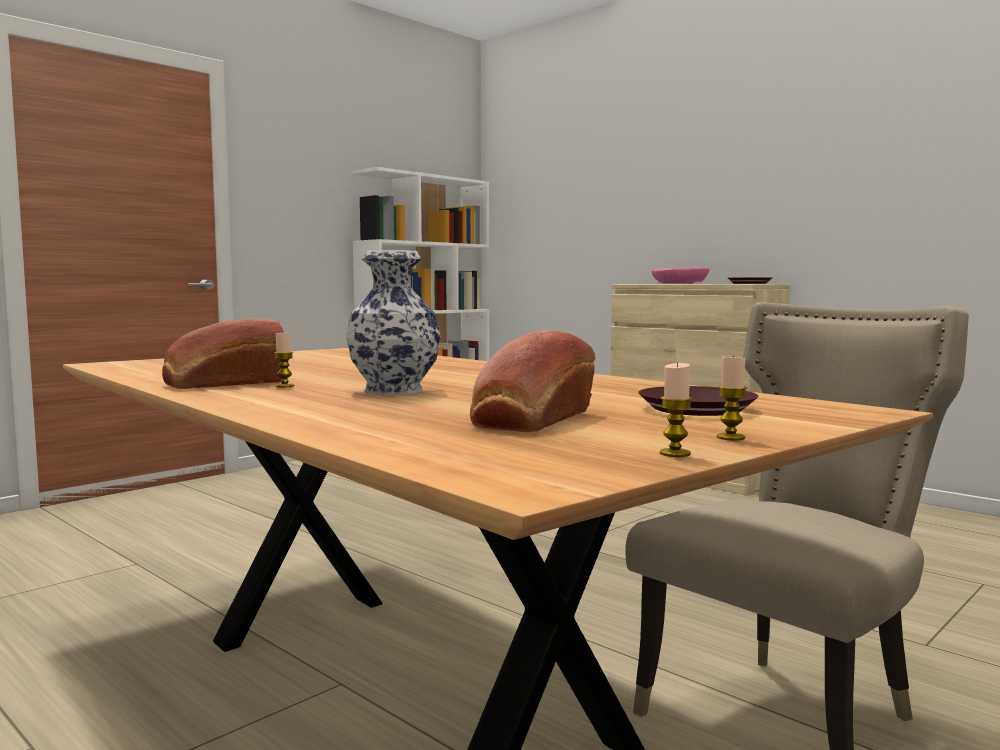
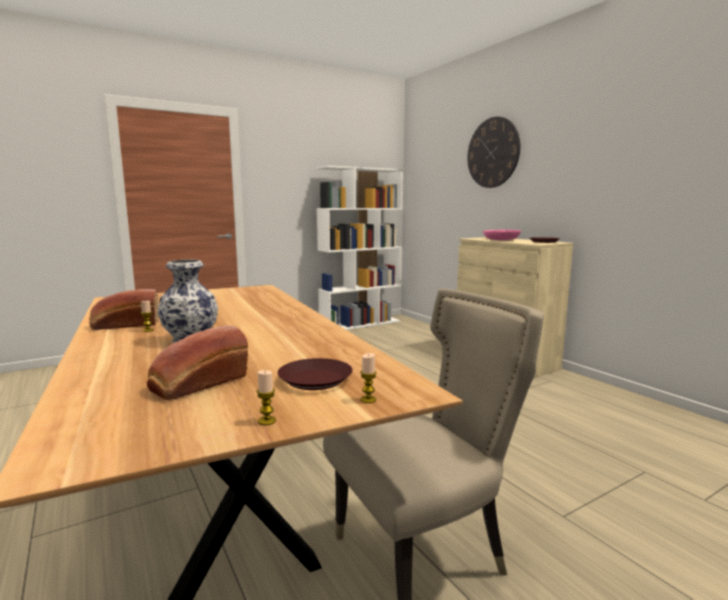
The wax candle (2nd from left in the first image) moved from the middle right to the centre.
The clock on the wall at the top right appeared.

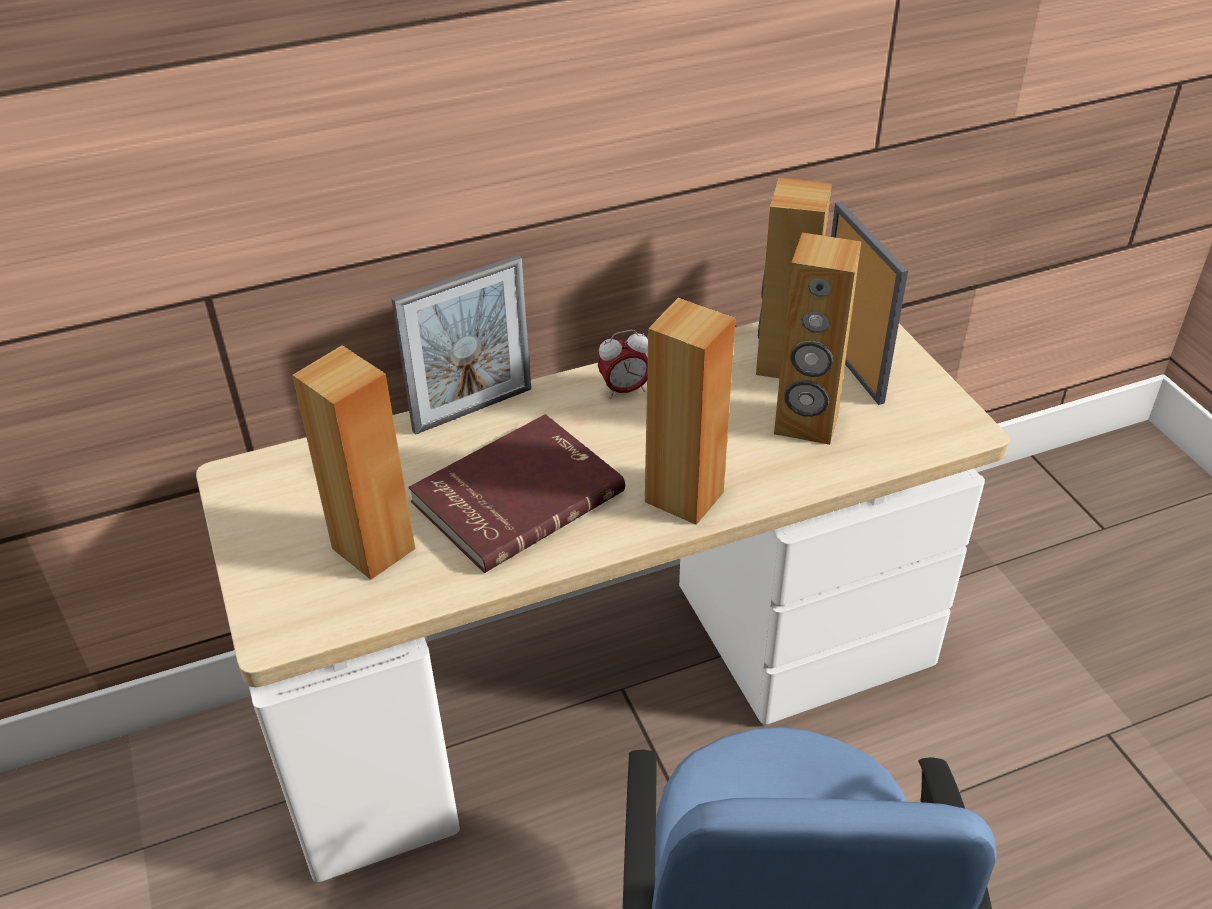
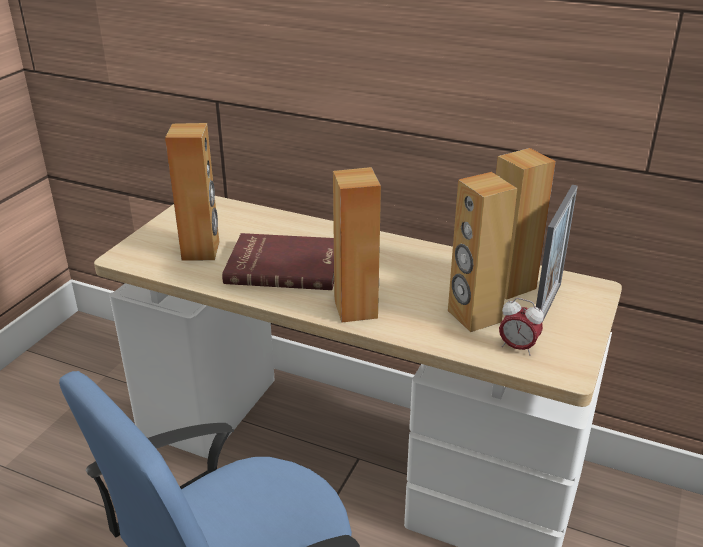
The picture frame (1st from left) at the centre disappeared.
The table clock moved from the centre to the middle right.

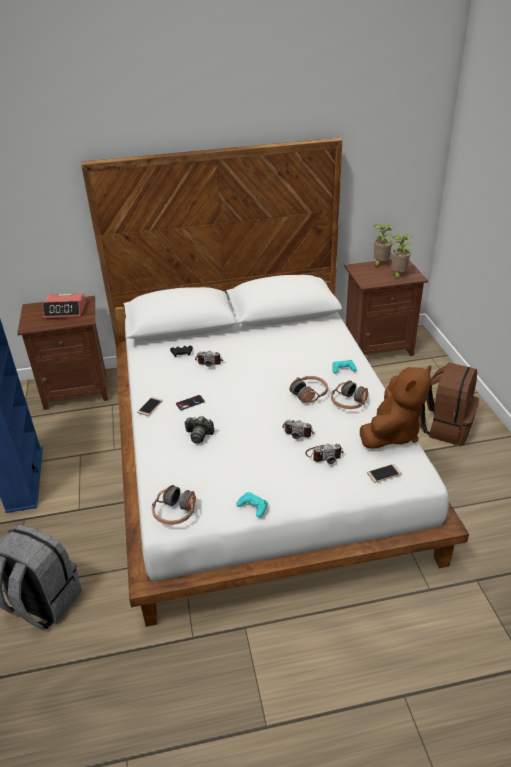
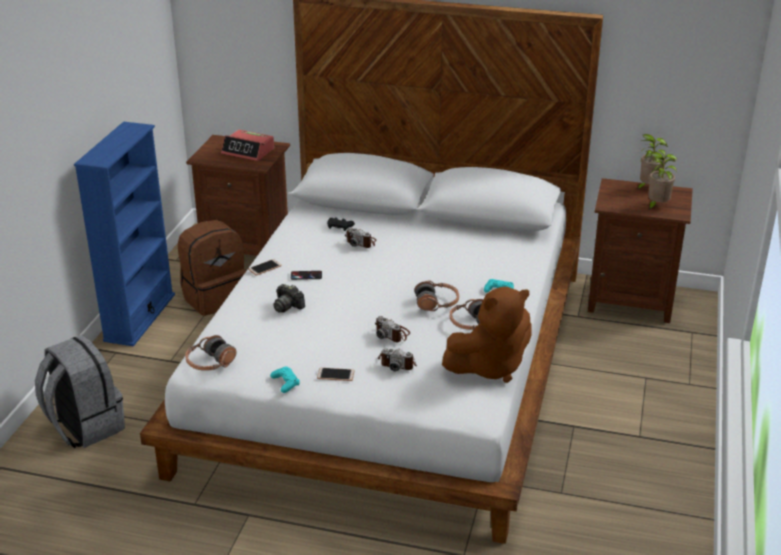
The brown-coloured backpack moved from the middle right to the middle left.
The phone (3rd from left) moved from the middle right to the bottom centre.

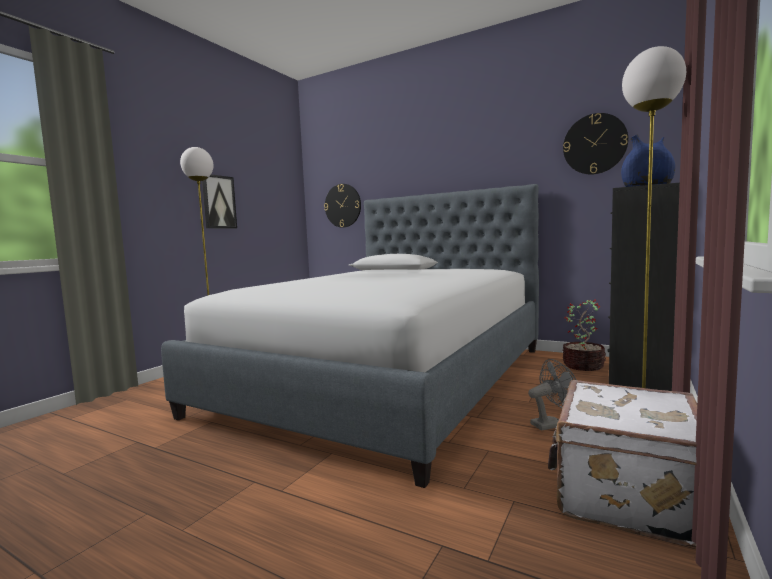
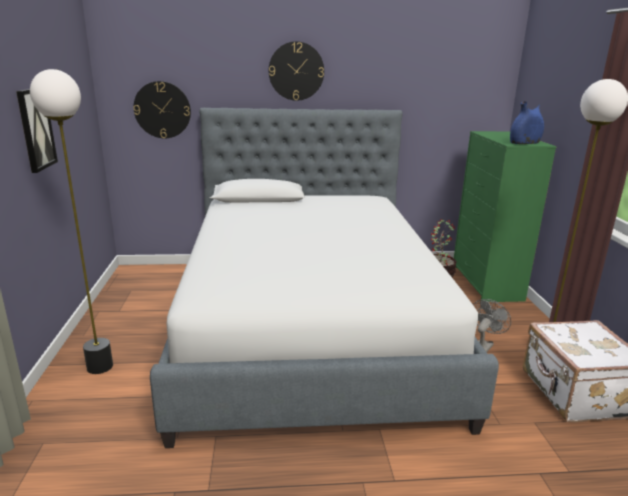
The clock on the wall (2nd from left) moved from the top right to the top centre.
The blackish chest of drawers at the middle right became the greenish chest of drawers at the middle right.

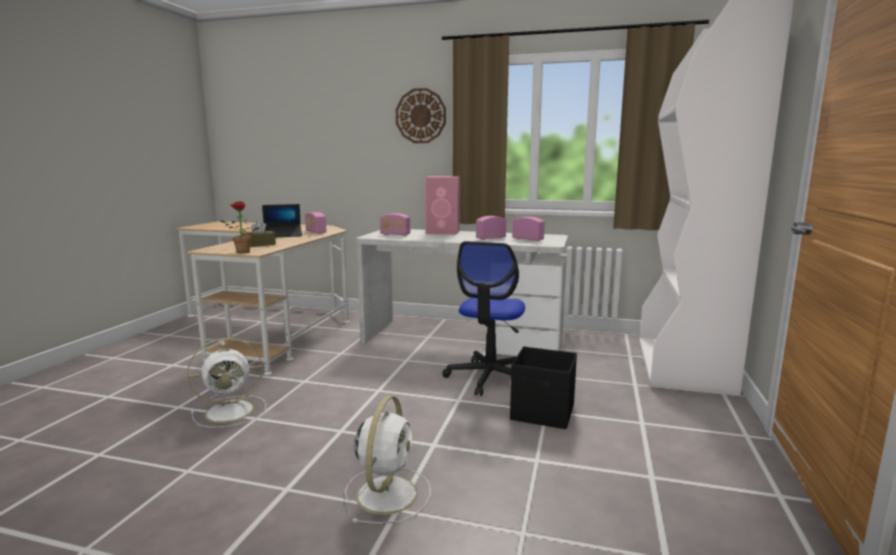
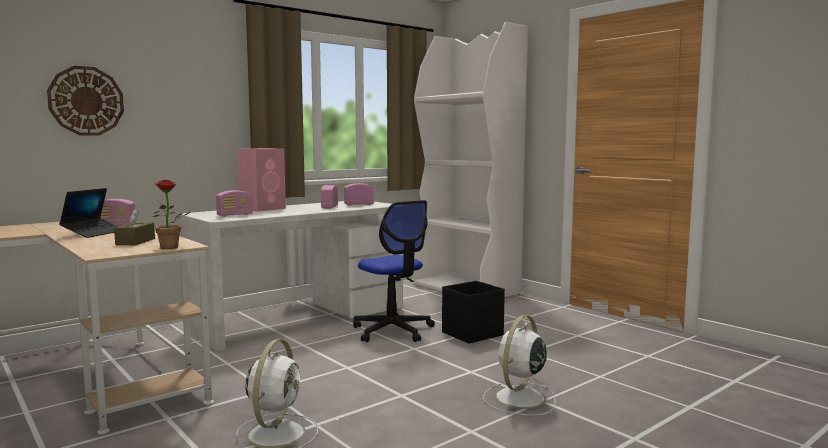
The clock on the wall moved from the top centre to the top left.
The white fan (2nd from left) at the bottom centre turned 105 degrees counterclockwise.

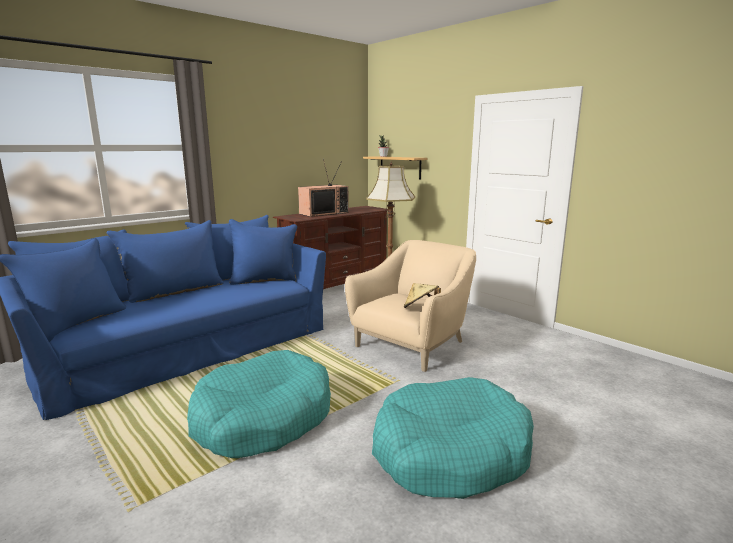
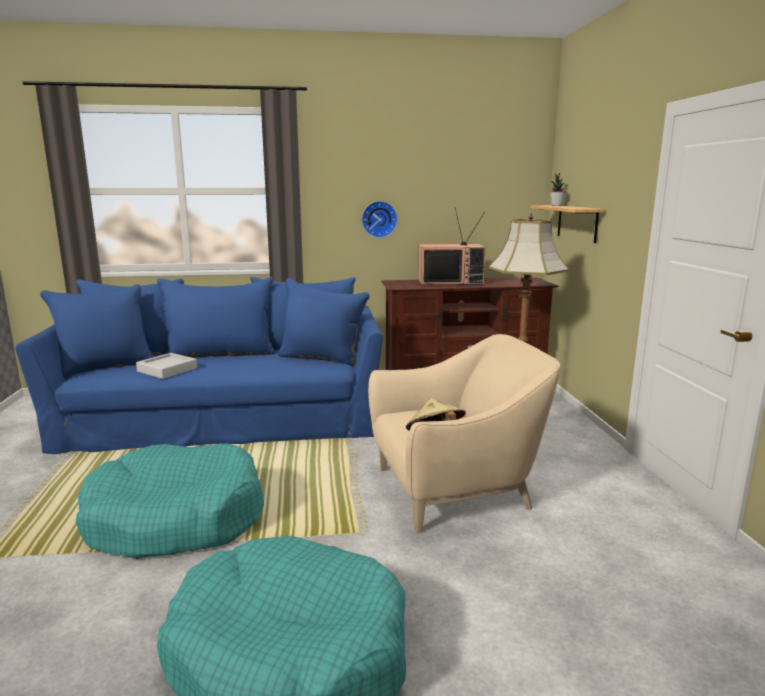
The clock on the wall at the top centre appeared.
The gray serving tray at the middle left appeared.

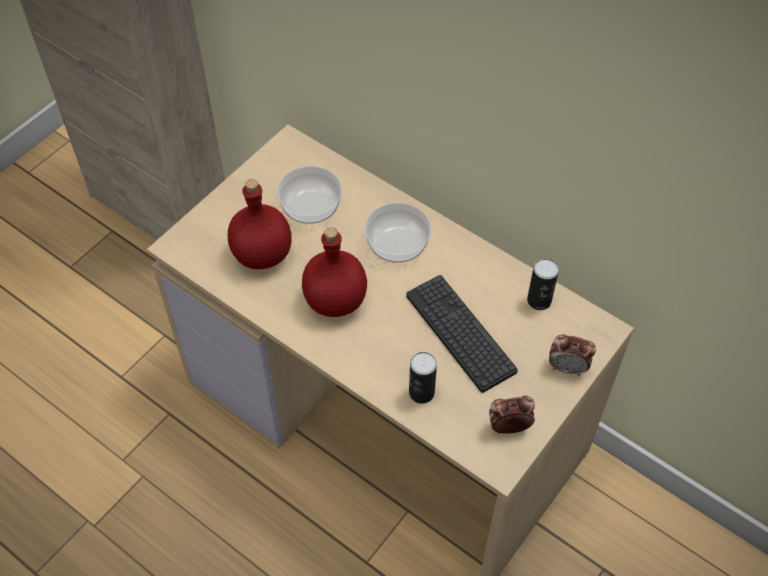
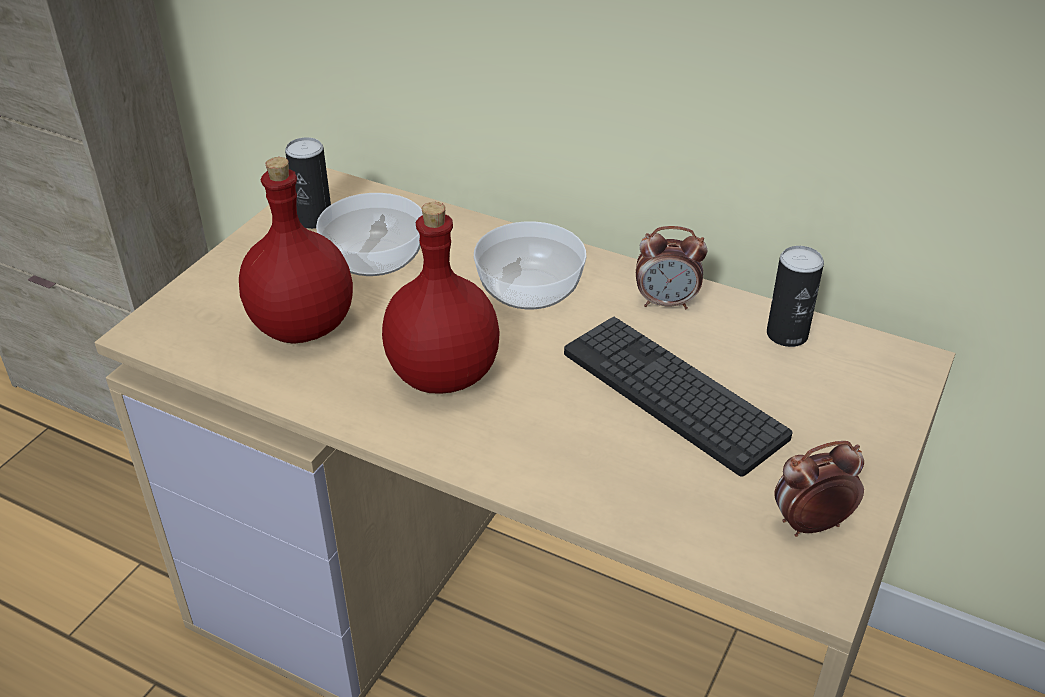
The table clock (2nd from left in the first image) moved from the middle right to the centre.
The can (1st from left) moved from the centre to the top left.

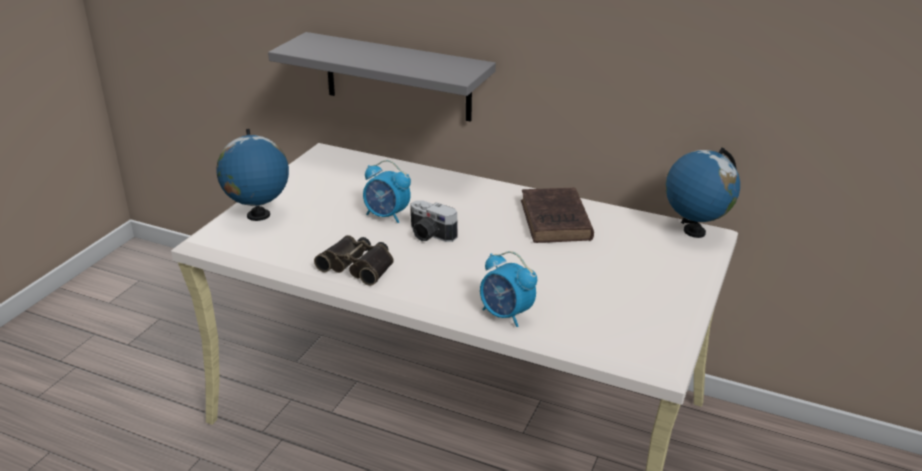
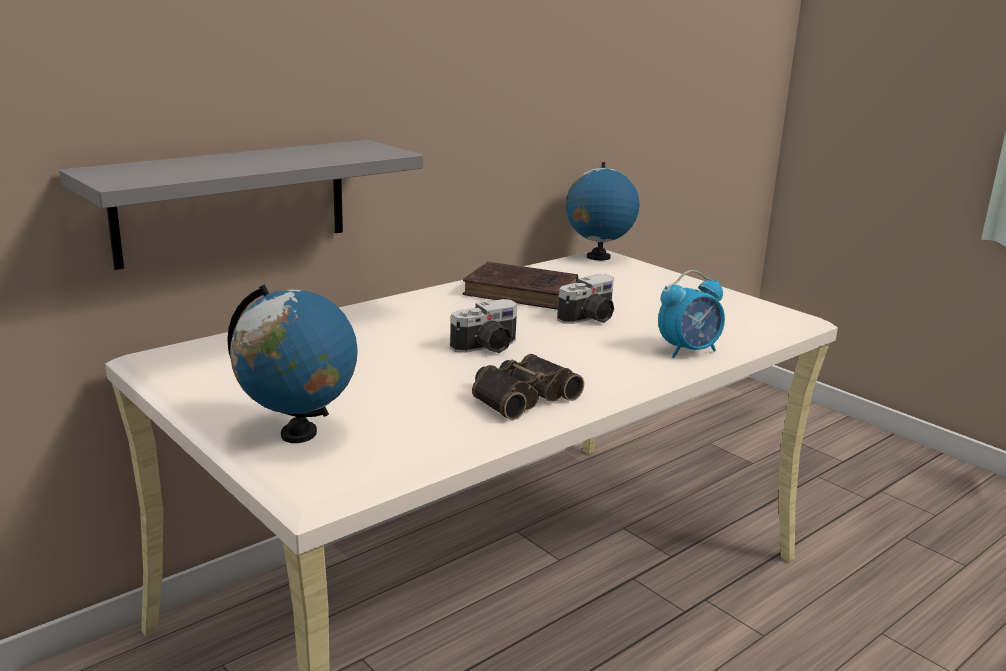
The table clock (1st from left) at the centre disappeared.
The still camera (2nd from left) at the centre appeared.

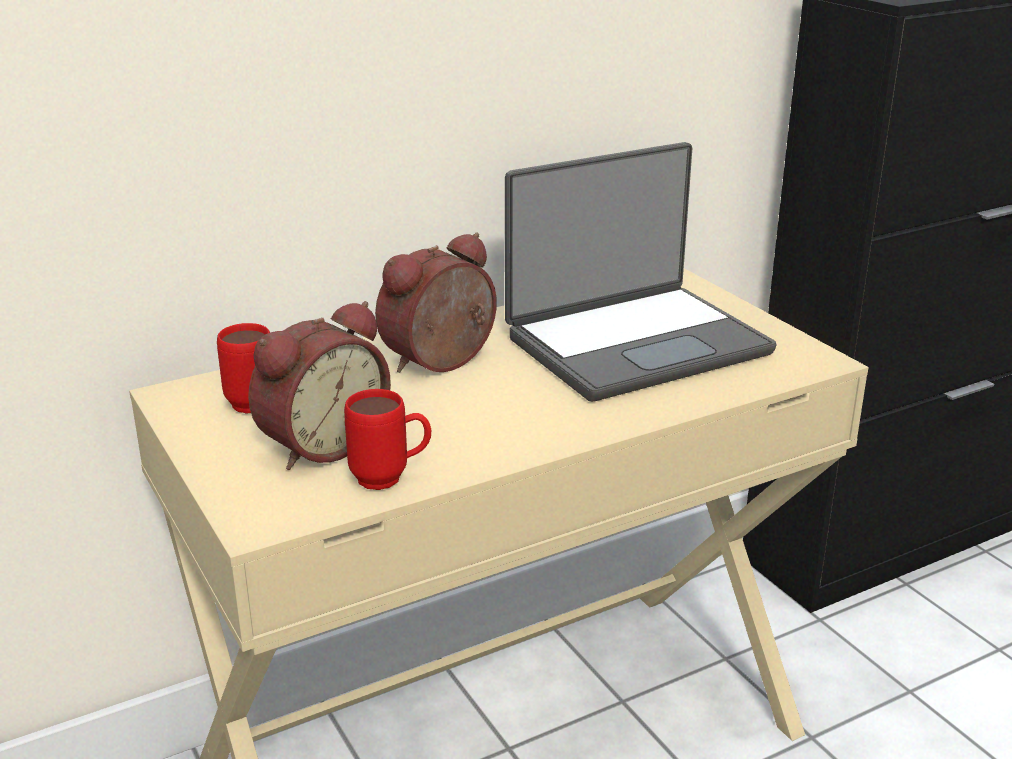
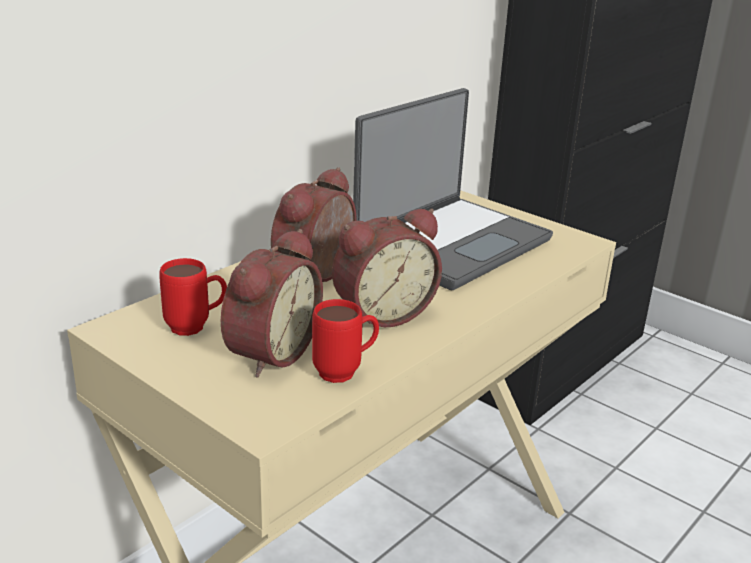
The table clock (3rd from left) at the centre appeared.

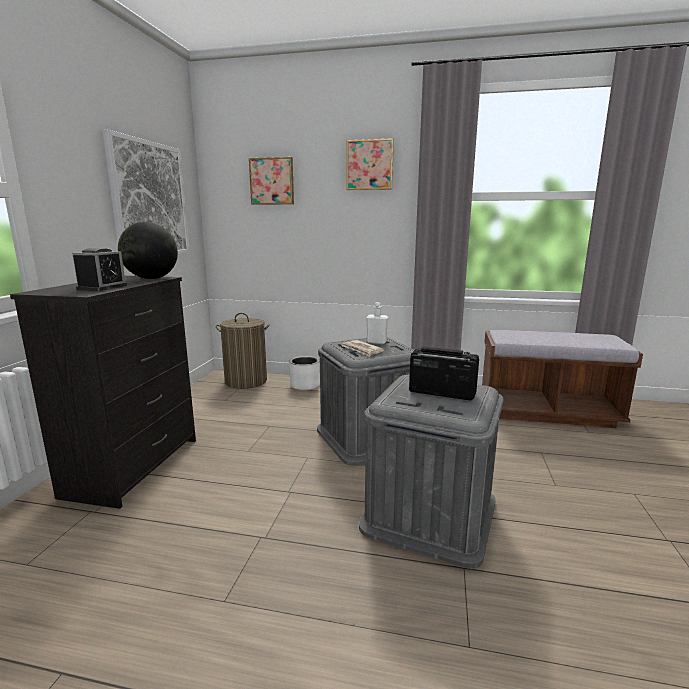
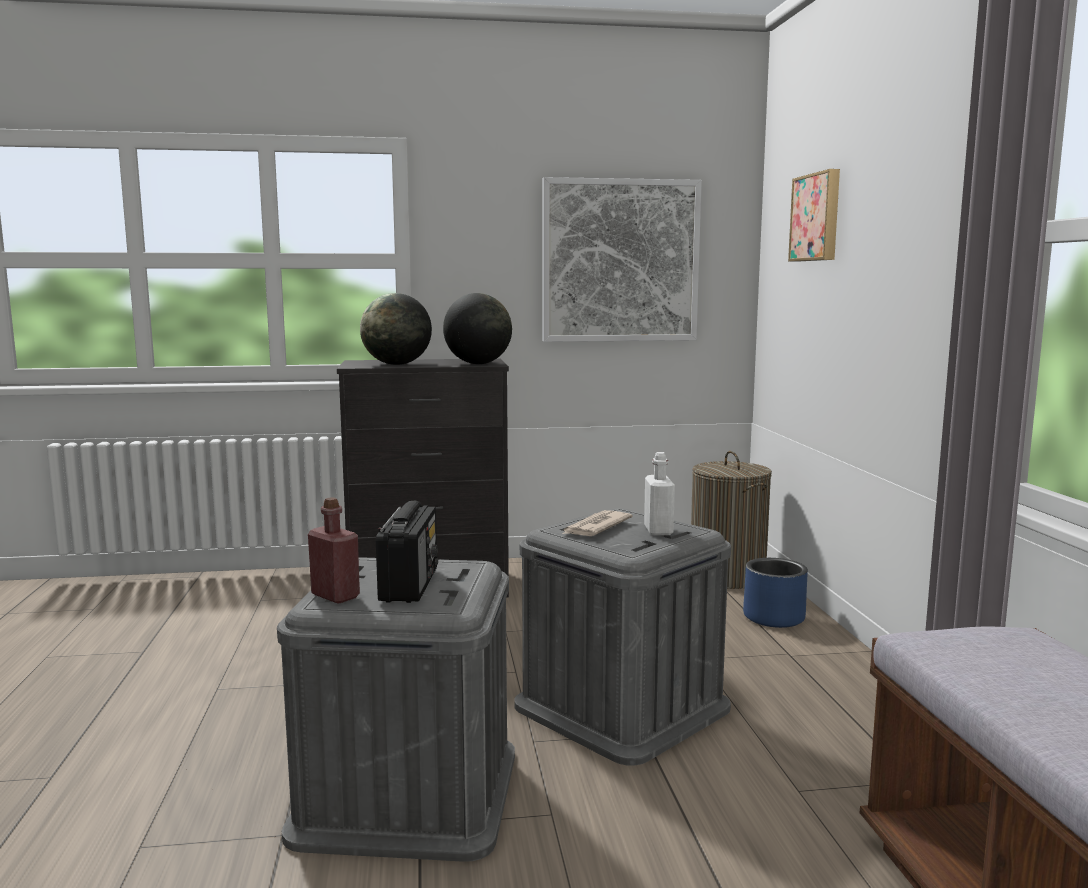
The wall picture (3rd from left) at the top centre disappeared.
The table clock at the middle left was replaced by the world globe (1st from left) at the centre.
The white flower pot at the centre became the blue-coloured flower pot at the bottom right.
The red drink bottle at the middle left appeared.

